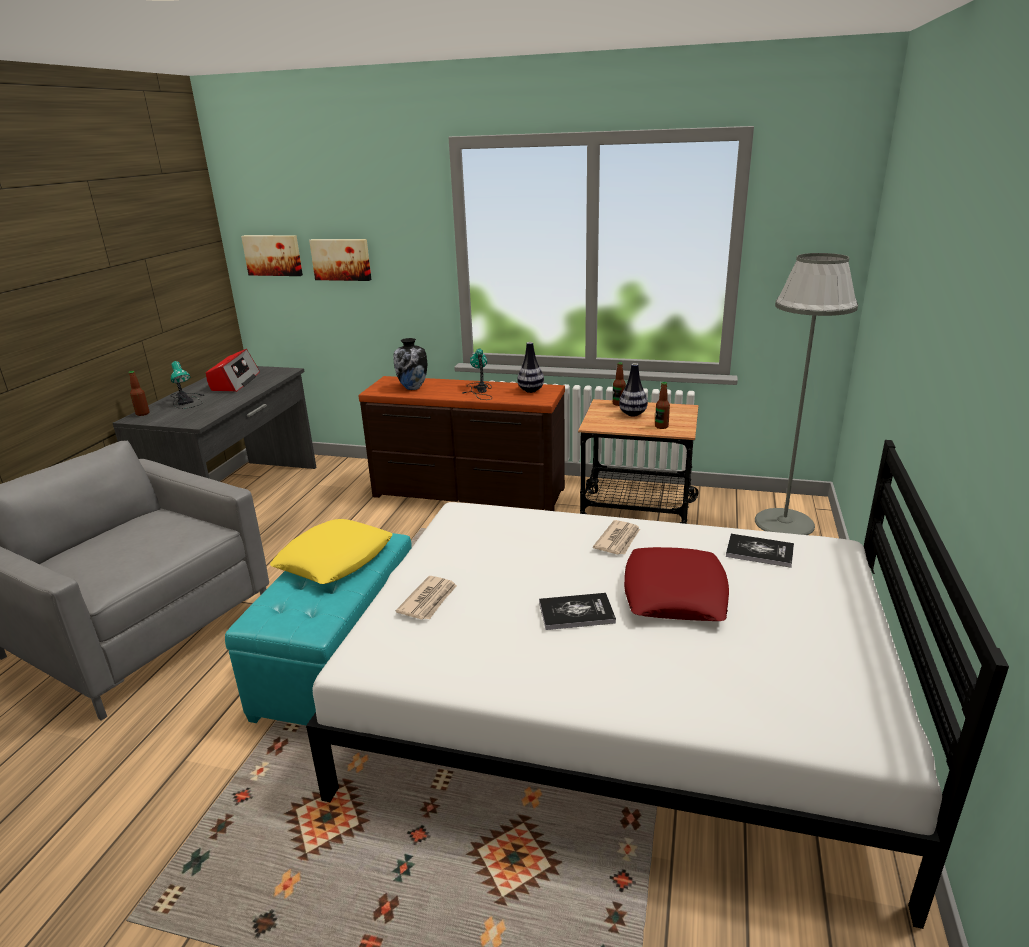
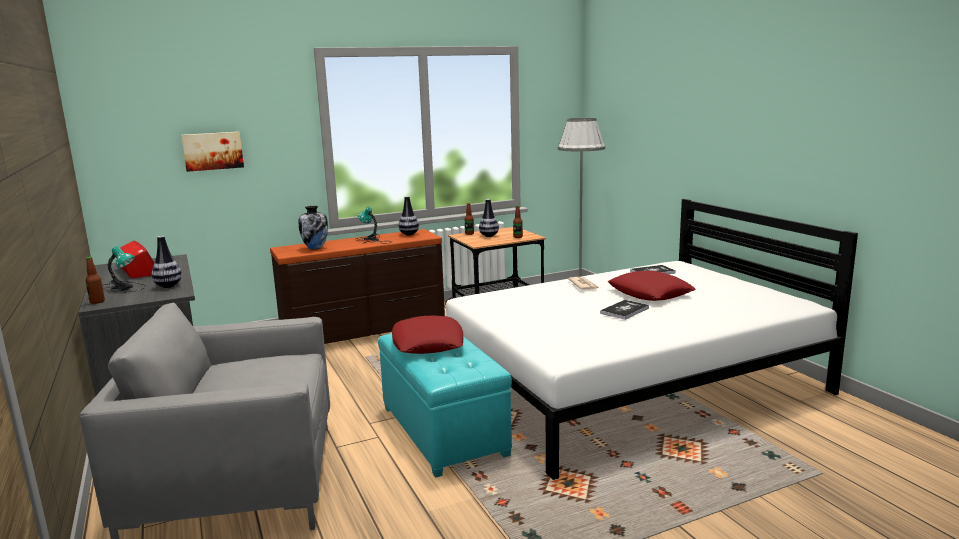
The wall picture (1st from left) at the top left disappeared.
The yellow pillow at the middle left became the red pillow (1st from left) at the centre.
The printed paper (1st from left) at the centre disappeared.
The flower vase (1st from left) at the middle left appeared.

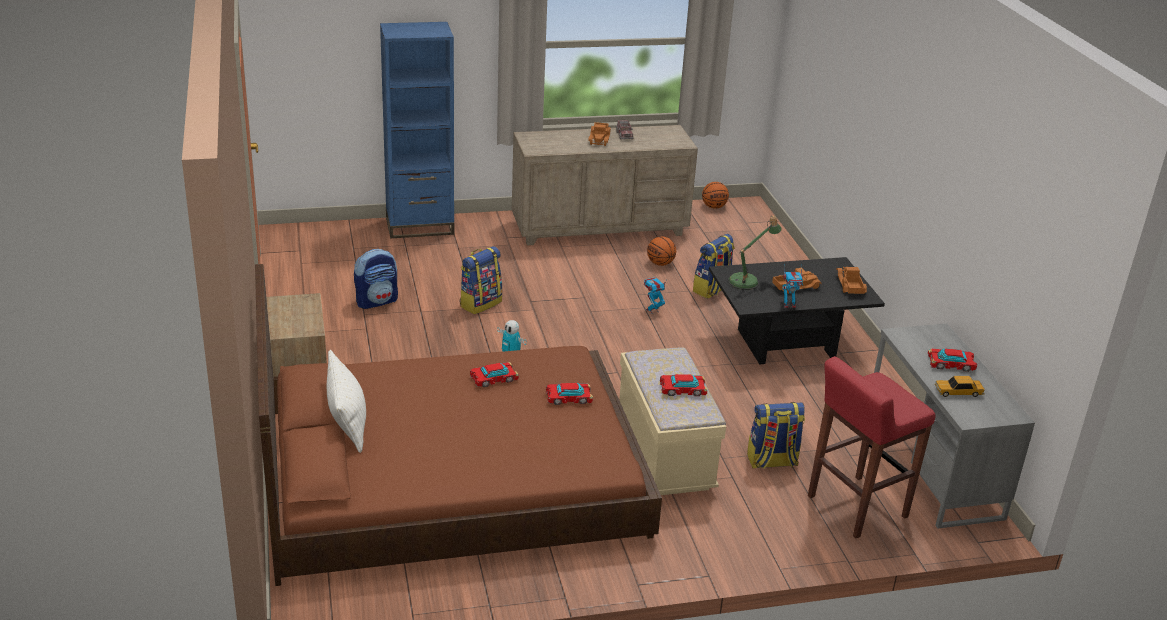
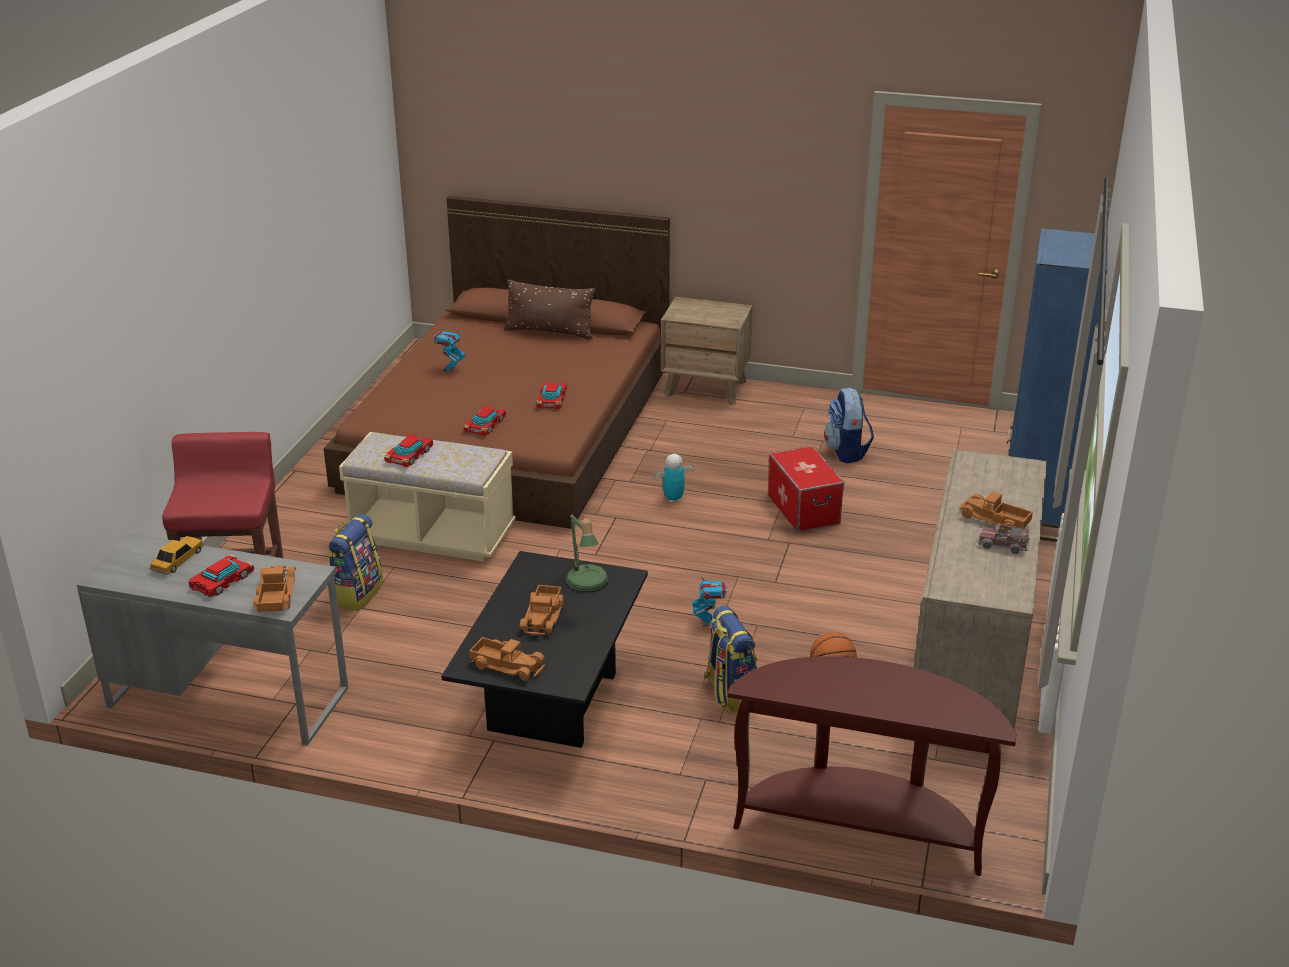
The basketball ball (2nd from left) at the top centre disappeared.
The backpack (2nd from left) at the centre was replaced by the storage box at the centre.
The model robot (3rd from left in the first image) moved from the middle right to the centre.
The white pillow at the middle left became the brown-coloured pillow at the top centre.
The model truck (1st from left) at the middle left appeared.
The brown-coloured hall table at the bottom right appeared.

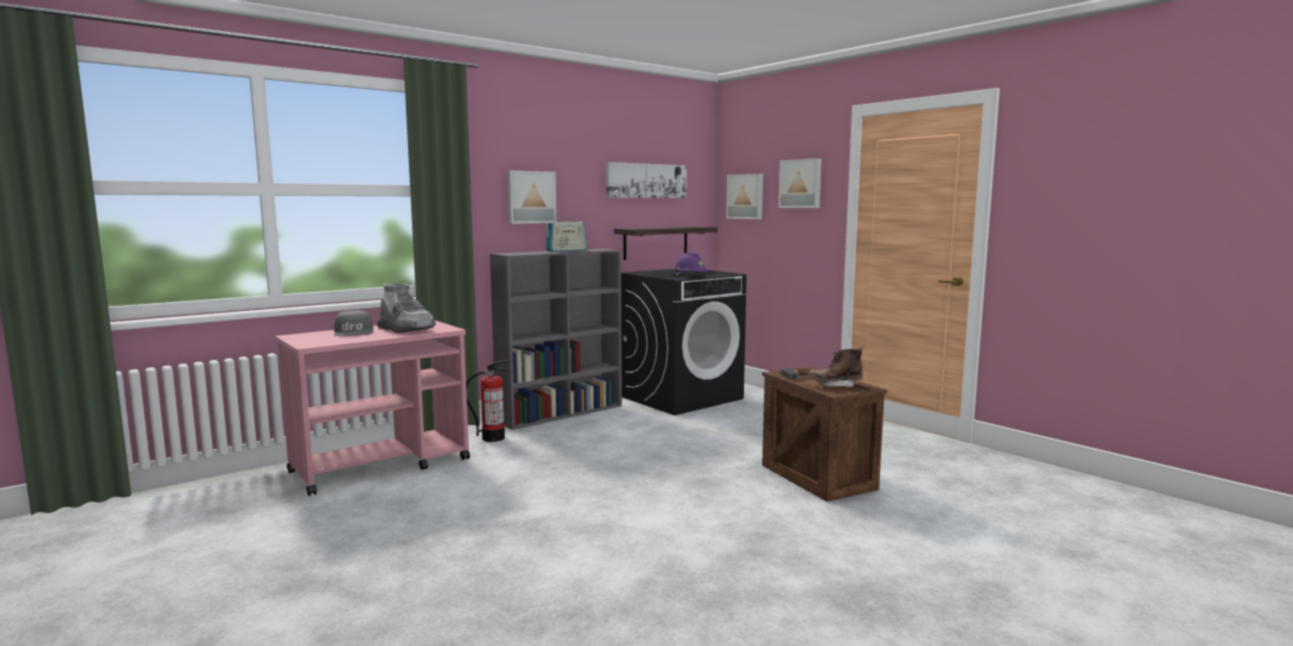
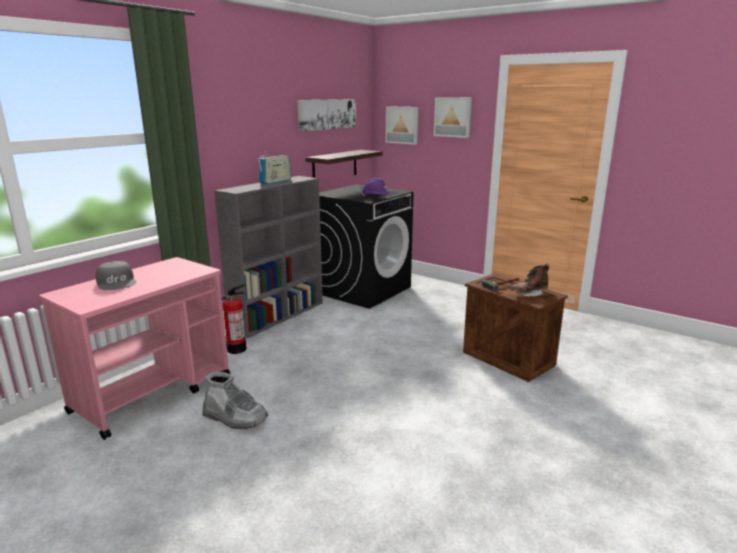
The wall picture (1st from left) at the top centre disappeared.
The gray tall boot moved from the middle left to the bottom left.

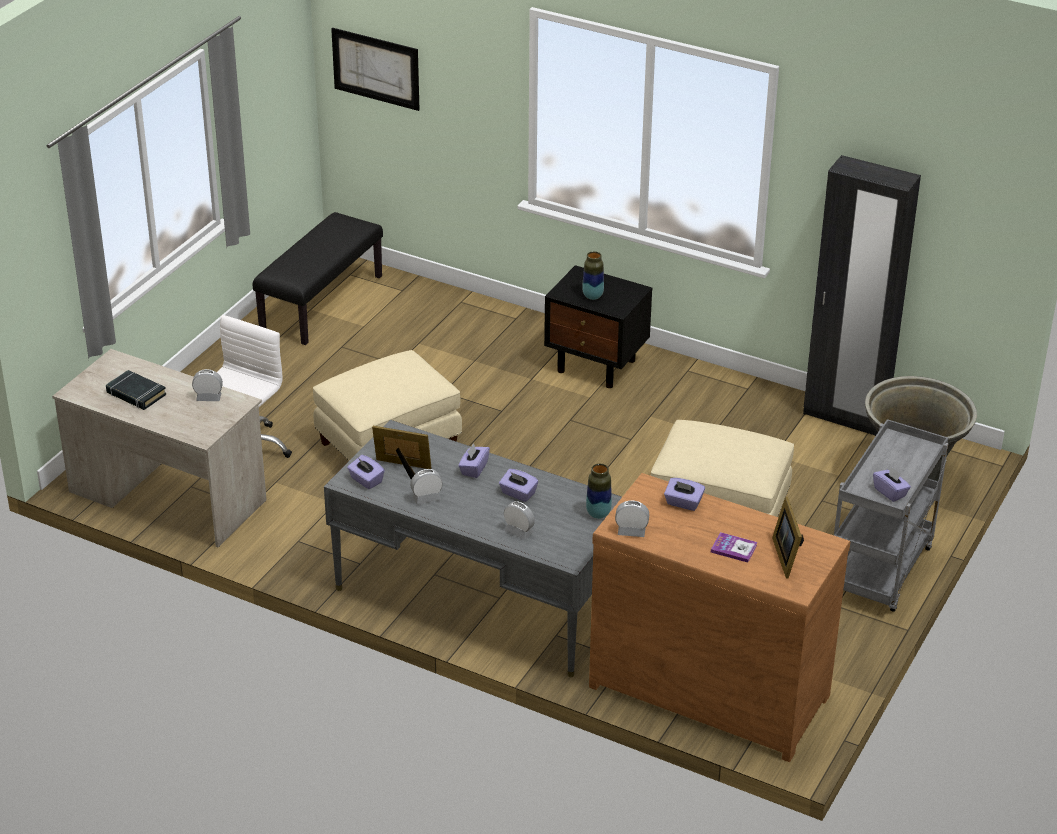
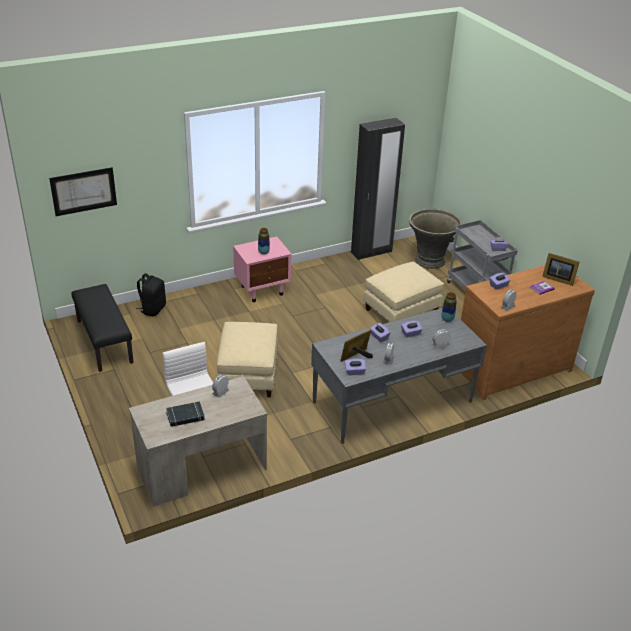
The blackish bedside table at the centre became the pink bedside table at the centre.
The blackish backpack at the middle left appeared.

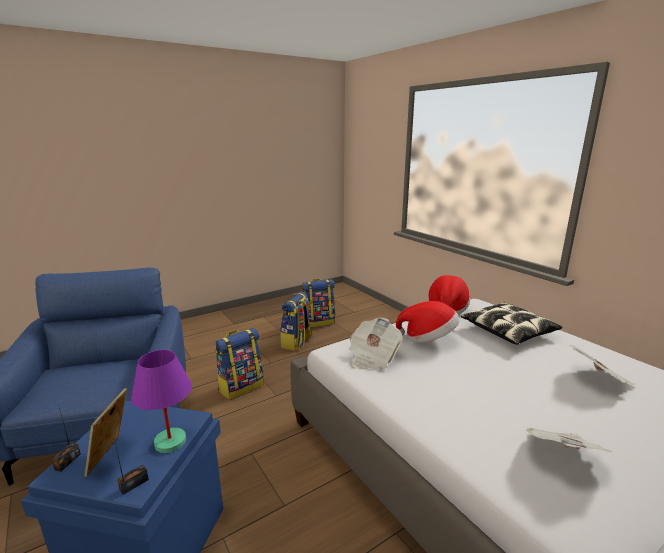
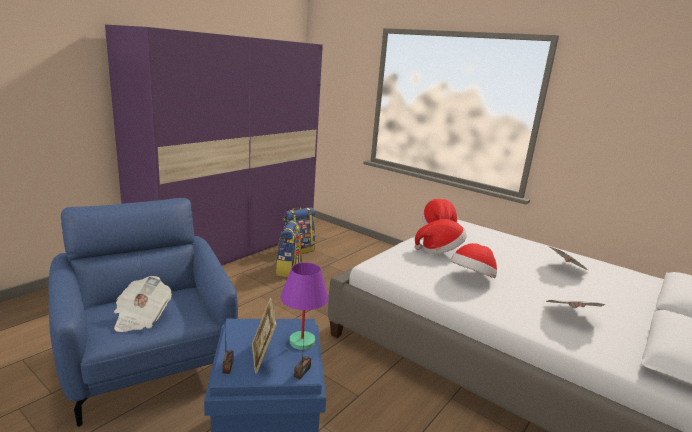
The pillow at the middle right disappeared.
The printed paper (1st from left) moved from the centre to the bottom left.
The backpack (1st from left) at the centre disappeared.
The purplish armoire at the middle left appeared.
The hat (3rd from left) at the middle right appeared.

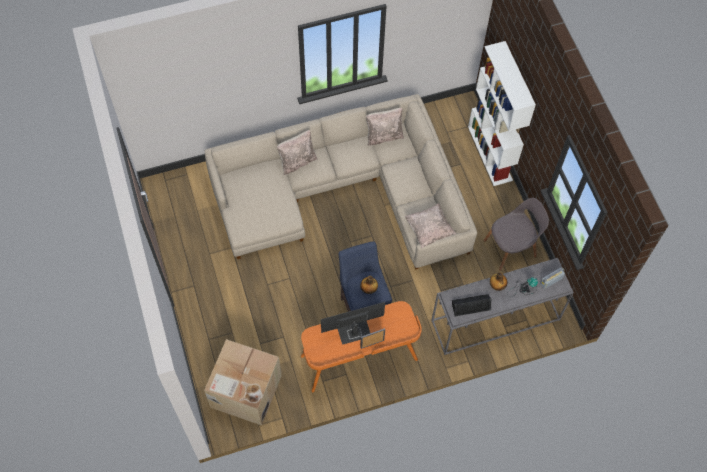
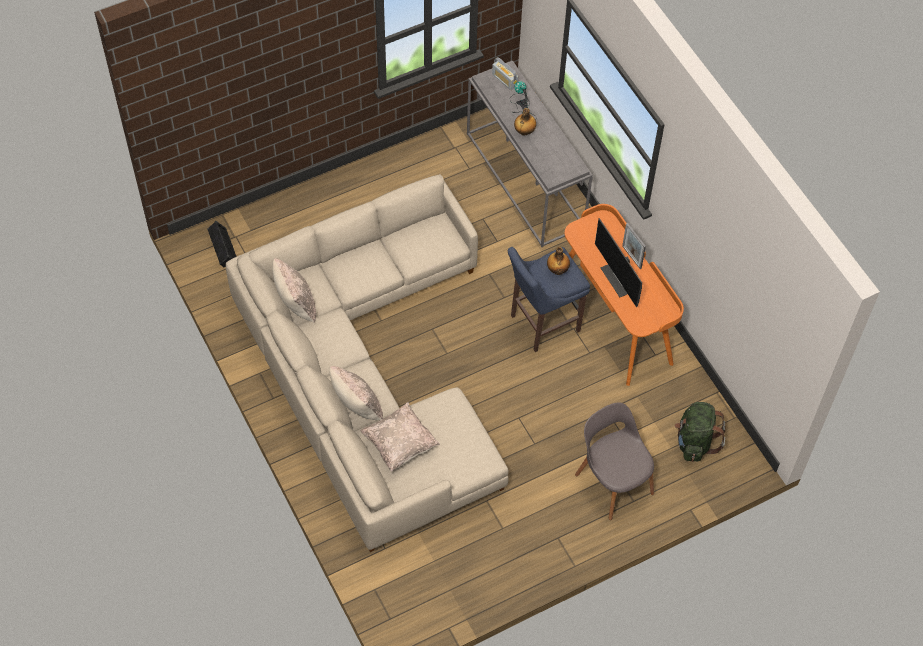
The white bookshelf at the top right disappeared.
The gray upright chair moved from the middle right to the bottom centre.
The beige-coloured pillow (3rd from left) moved from the centre to the bottom centre.
The blackish speaker moved from the centre to the middle left.
The packing box at the bottom centre was replaced by the greenish backpack at the bottom right.

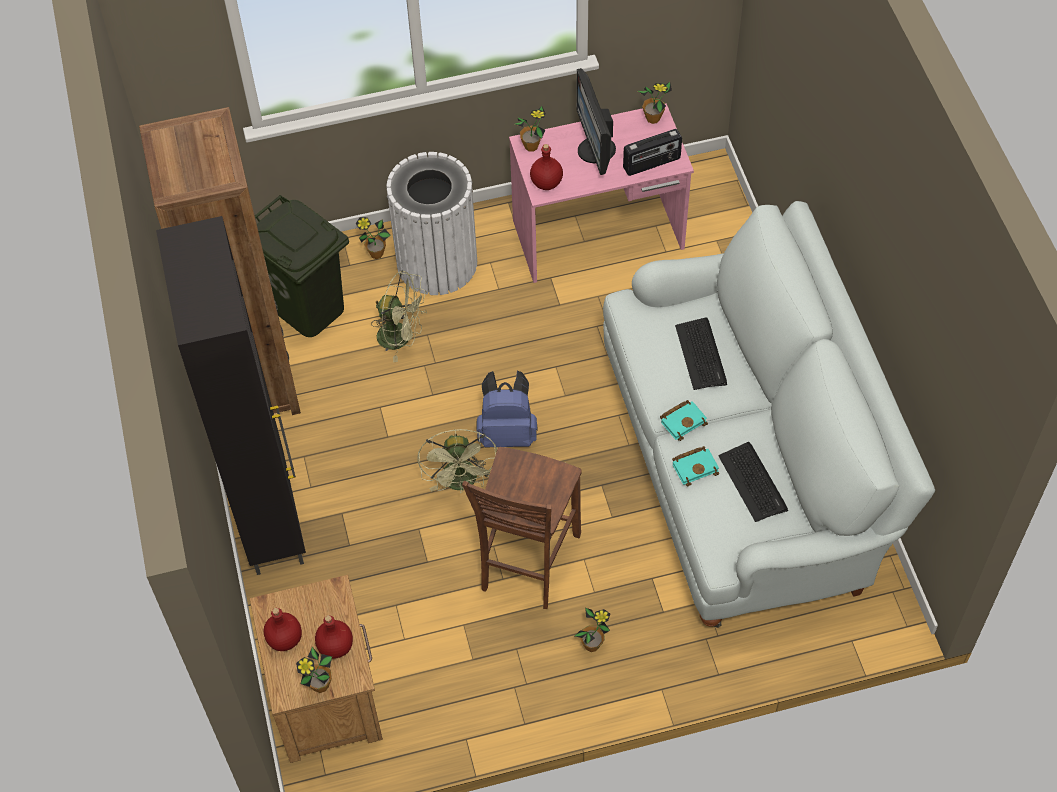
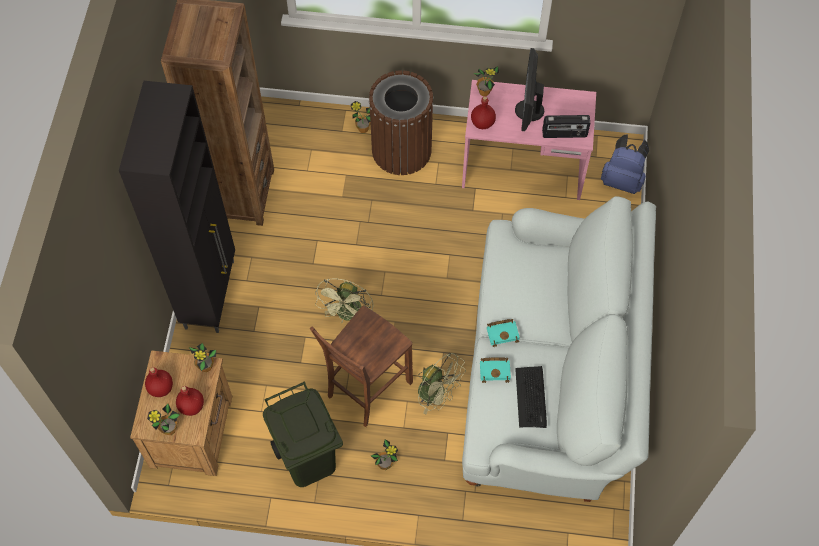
The houseplant (5th from left in the first image) moved from the top centre to the middle left.
The white waste bin at the top centre became the brown-coloured waste bin at the top centre.
The greenish waste bin moved from the middle left to the bottom centre.
The greenish fan (1st from left in the first image) moved from the centre to the bottom centre.
The keyboard (1st from left) at the centre disappeared.
The blue-coloured backpack moved from the centre to the top right.

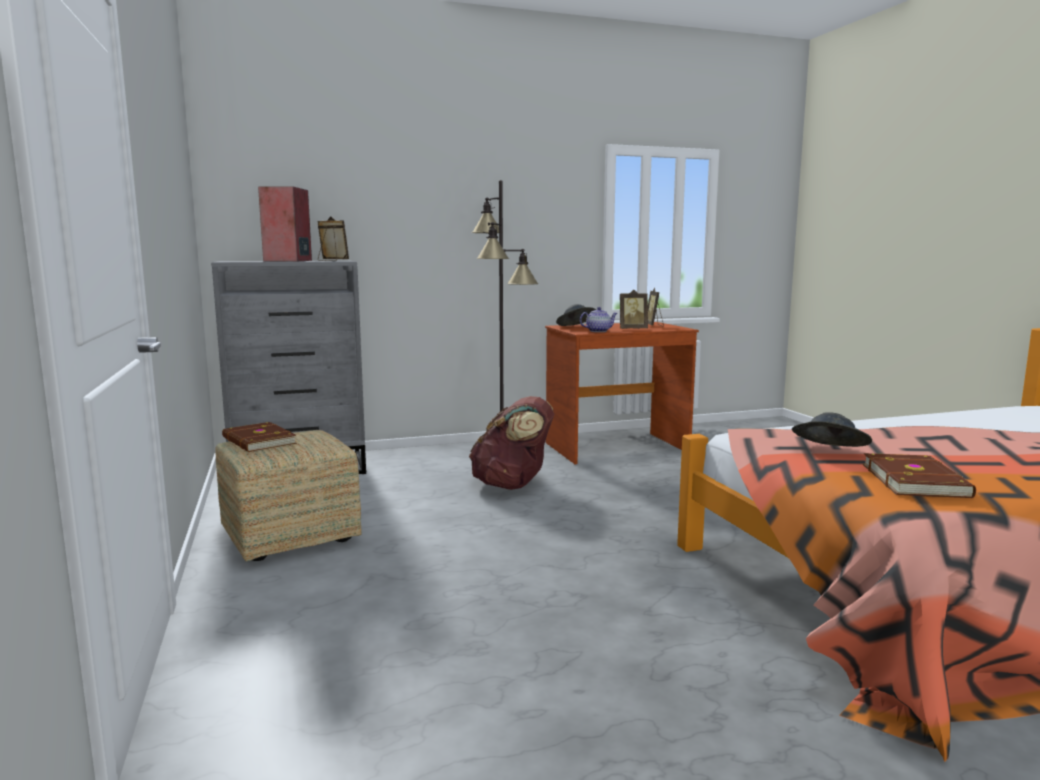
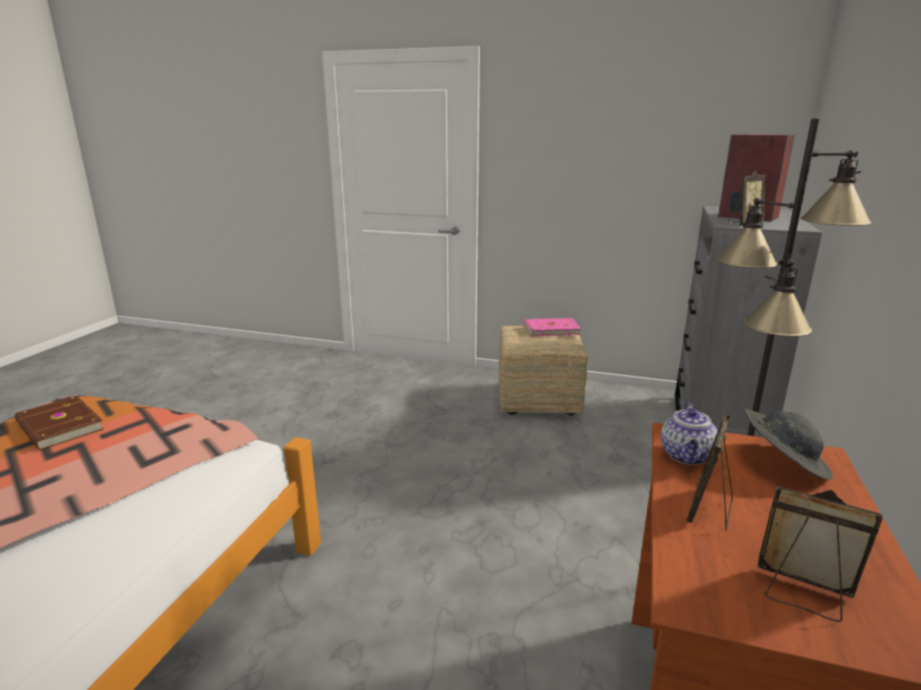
The brown-coloured backpack at the centre disappeared.
The gray hat (2nd from left) at the middle right disappeared.
The brown-coloured bound book (1st from left) at the middle left became the pink bound book at the centre.

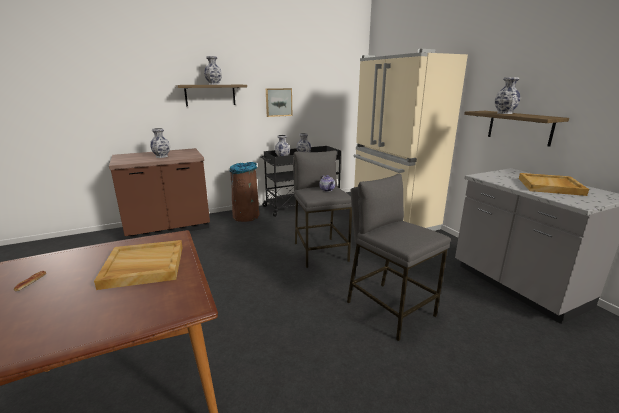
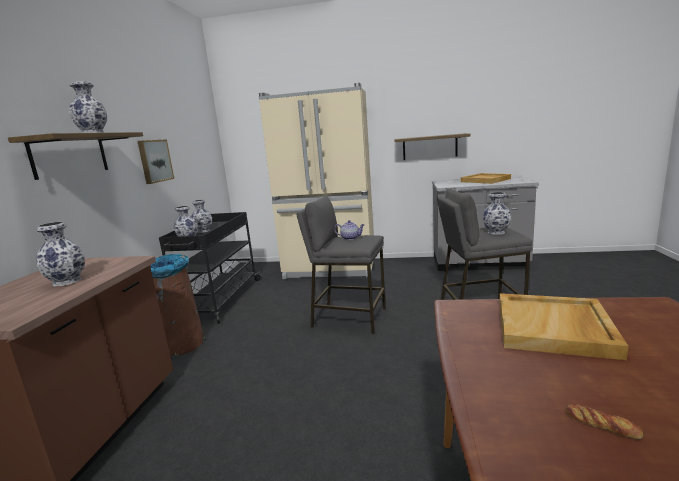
The flower vase (5th from left) moved from the top right to the middle right.

